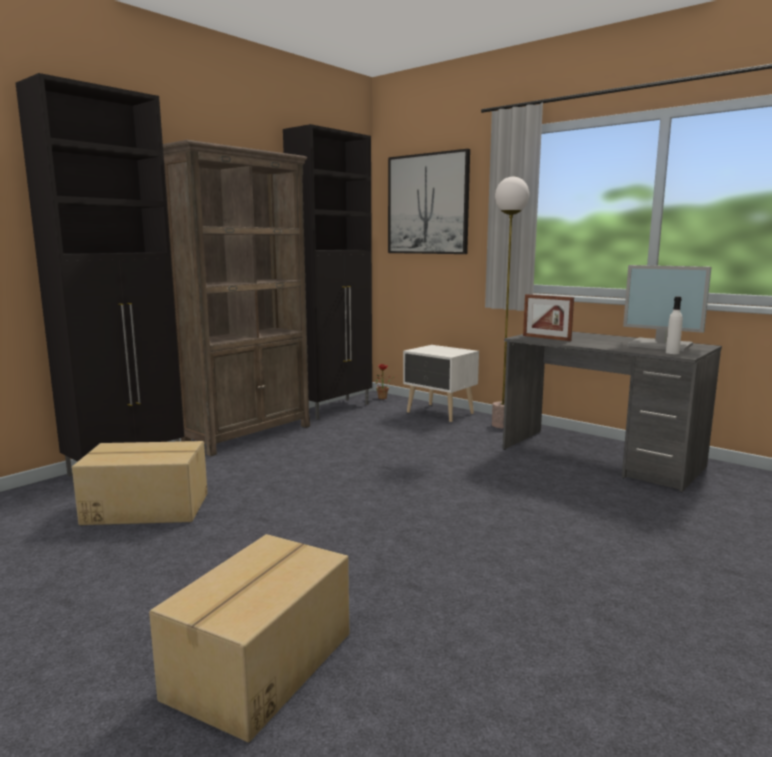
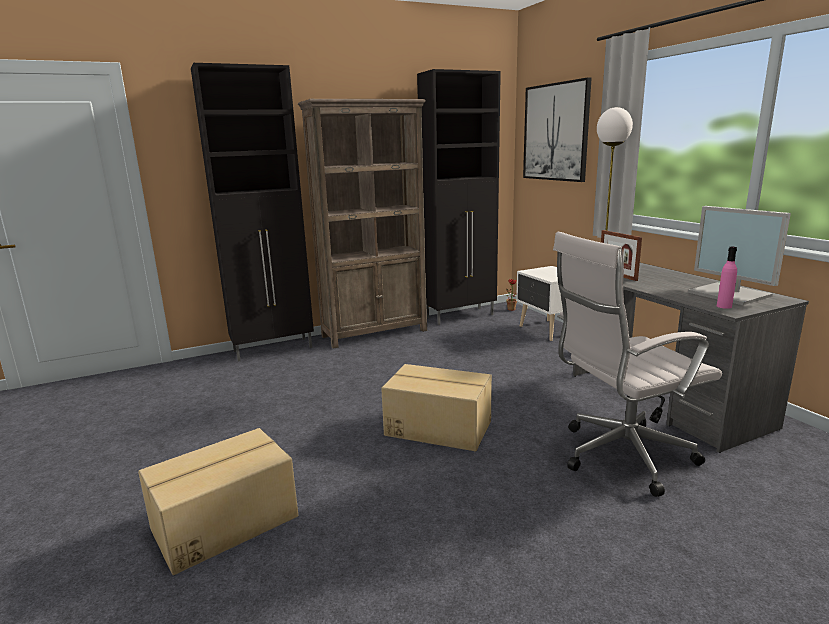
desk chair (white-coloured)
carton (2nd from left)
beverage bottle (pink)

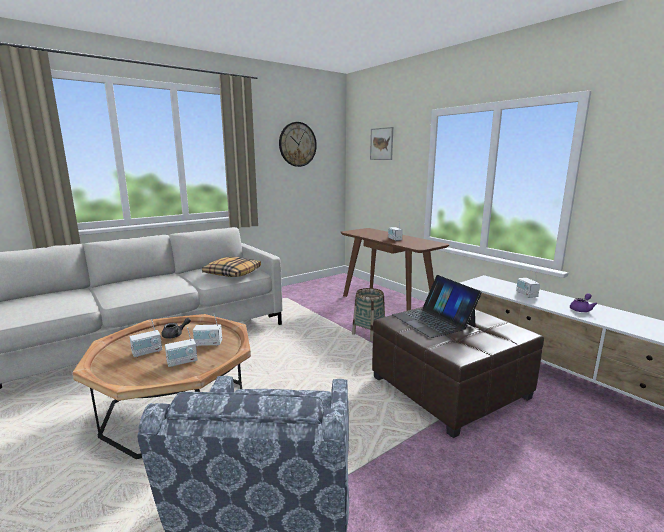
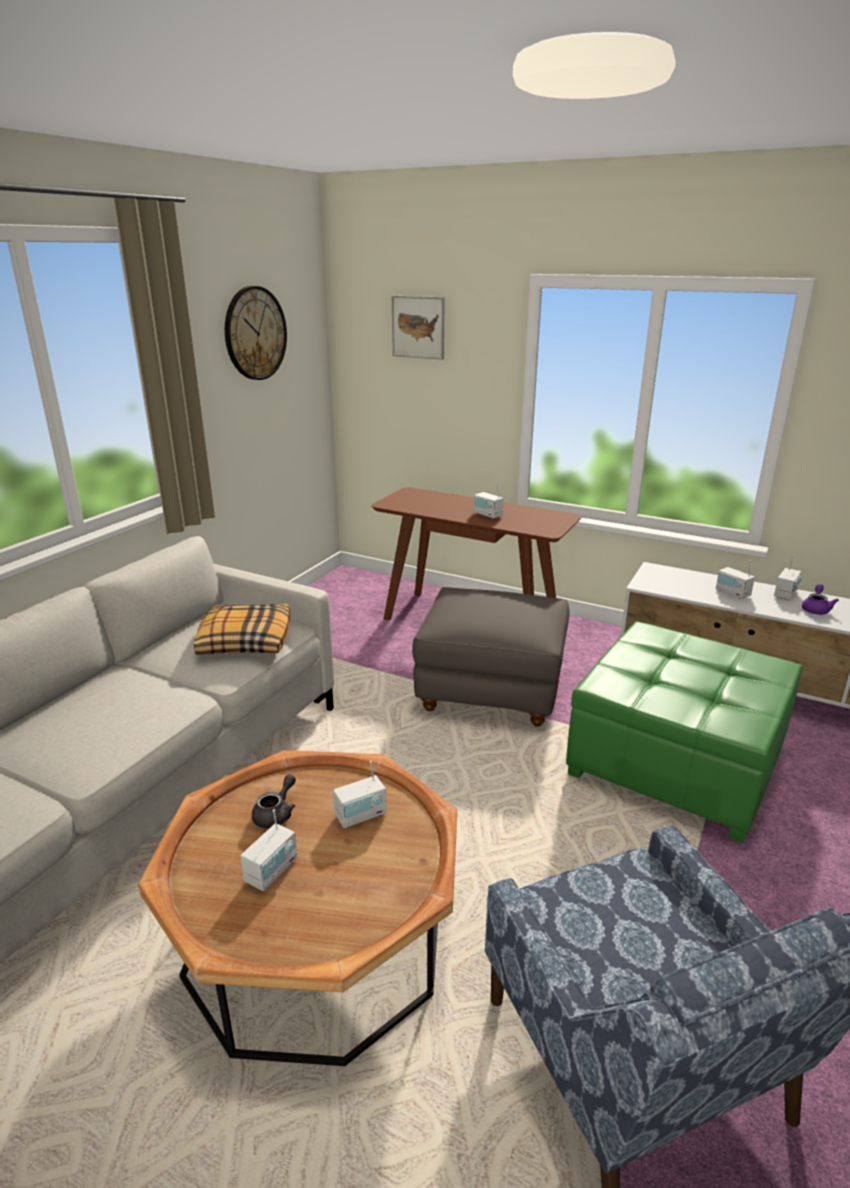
portable computer
radio receiver (5th from left)
ottoman (gray)
ottoman (greenish)

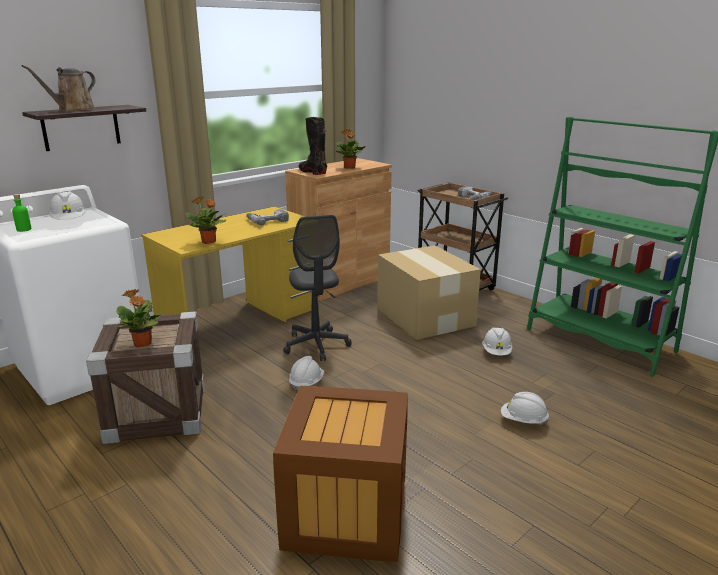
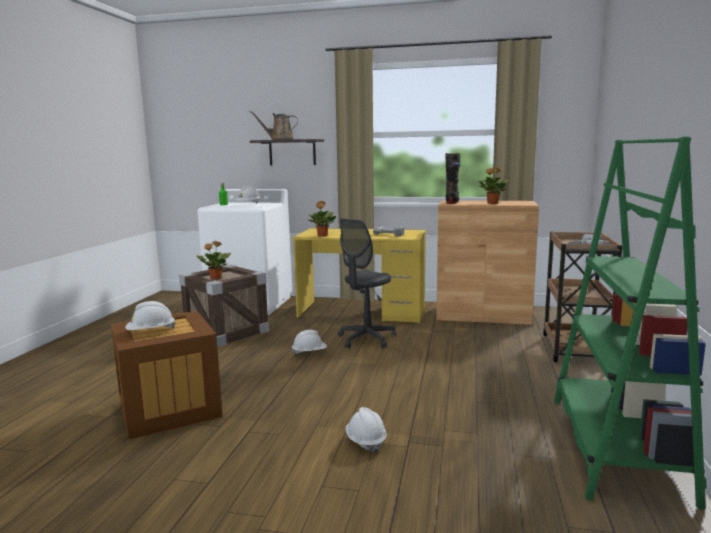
carton
hard hat (white-coloured) (1st from left)

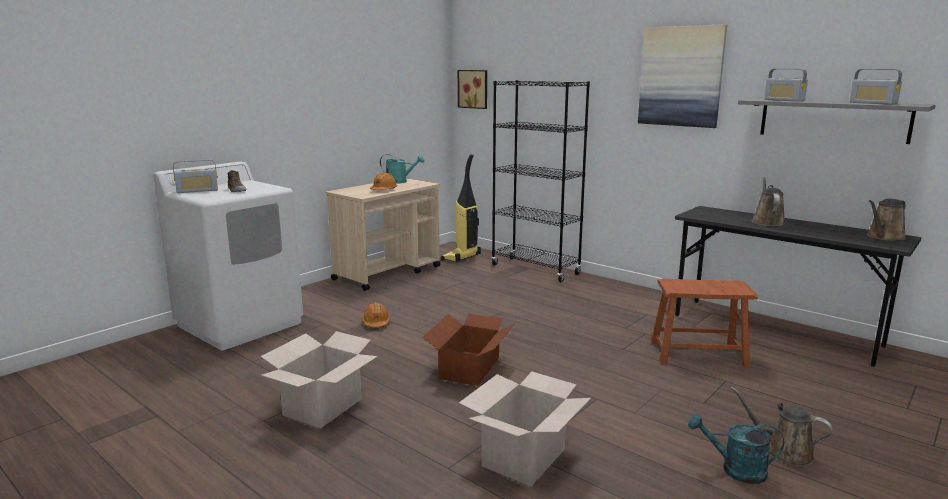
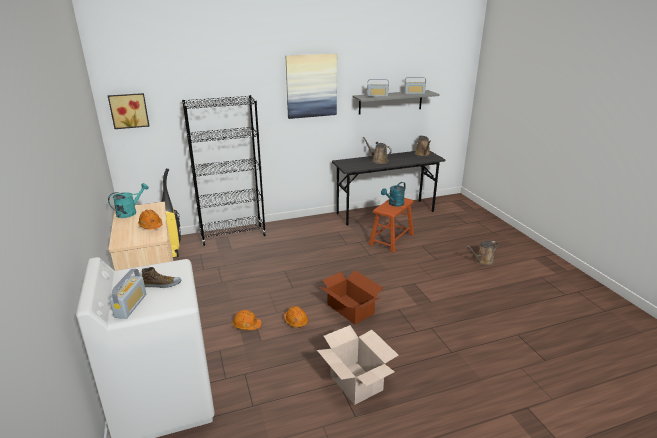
carton (3rd from left in the first image)
hard hat (orangey) (3rd from left)
watering can (turquoise) (2nd from left)

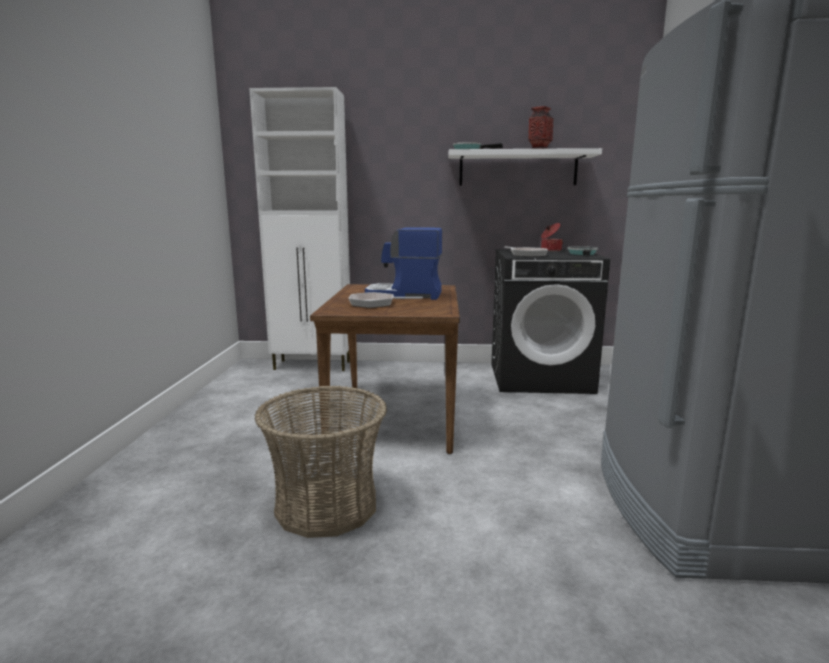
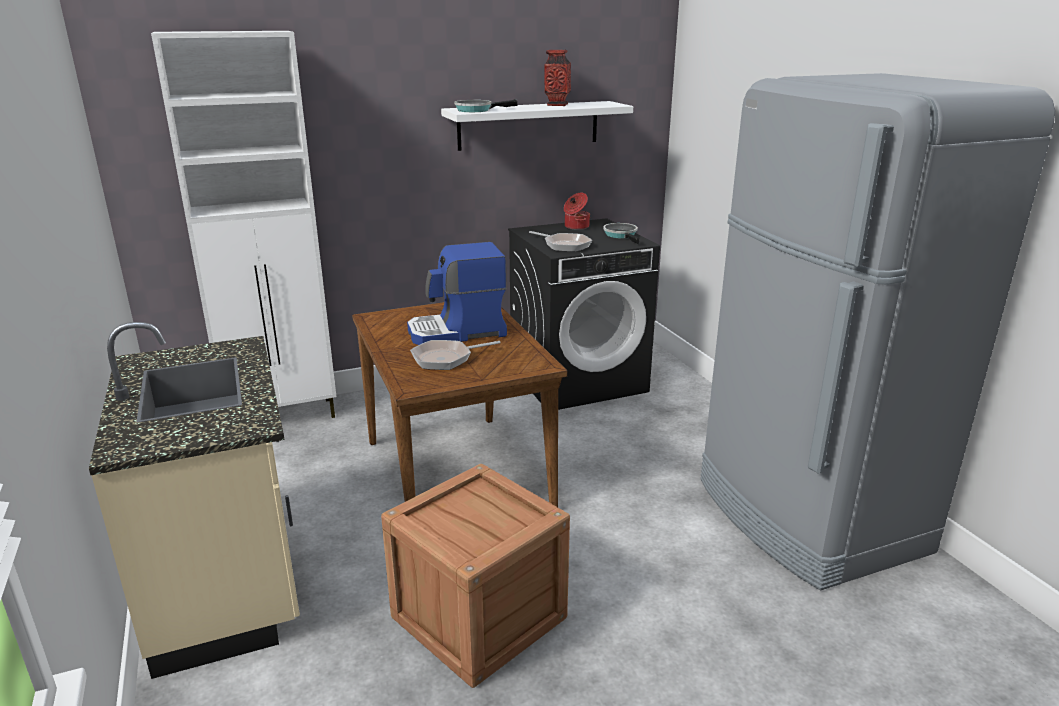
kitchen counter (beige-coloured)
shipping crate

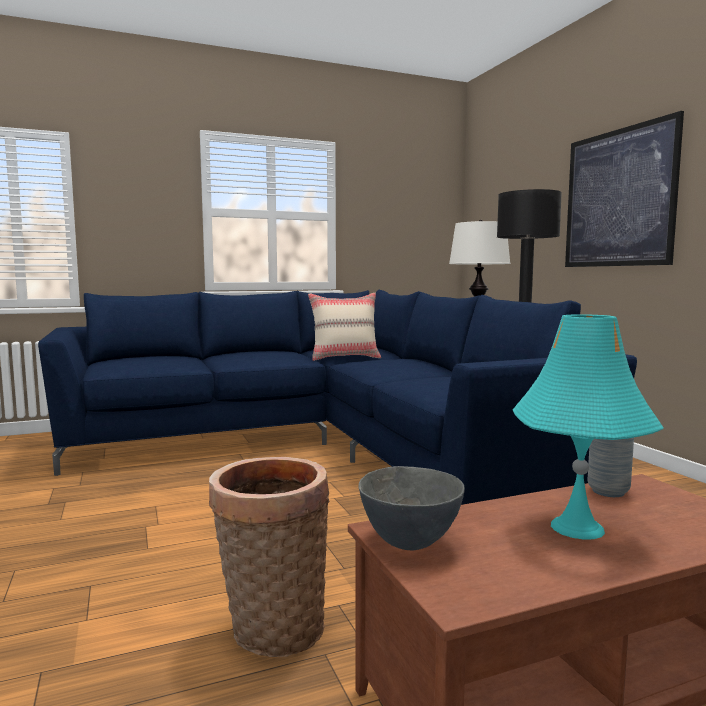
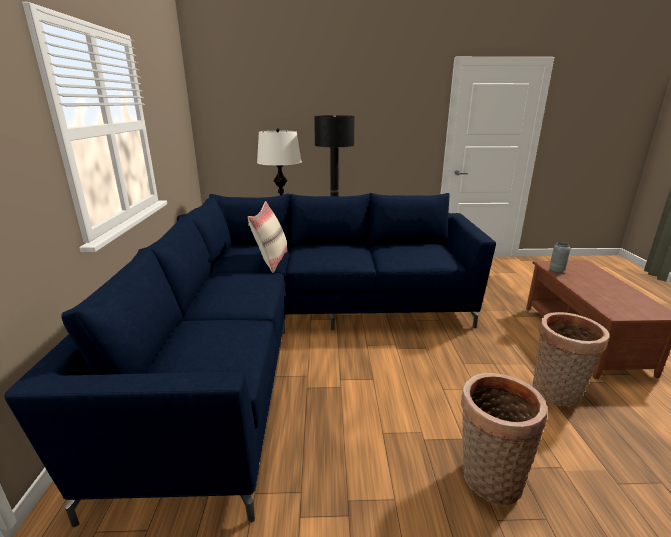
serving bowl (gray)
table lamp (turquoise)
wall picture
storage basket (1st from left)

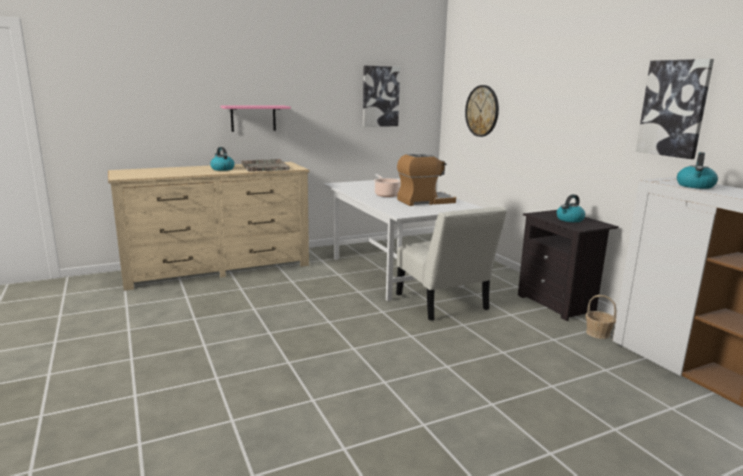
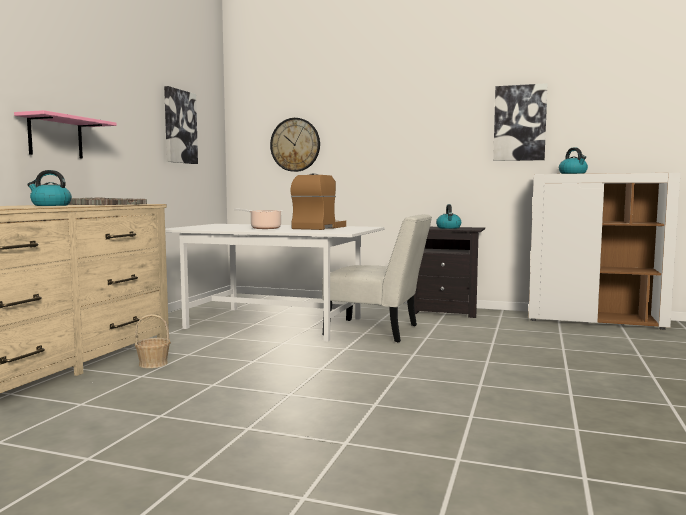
storage basket

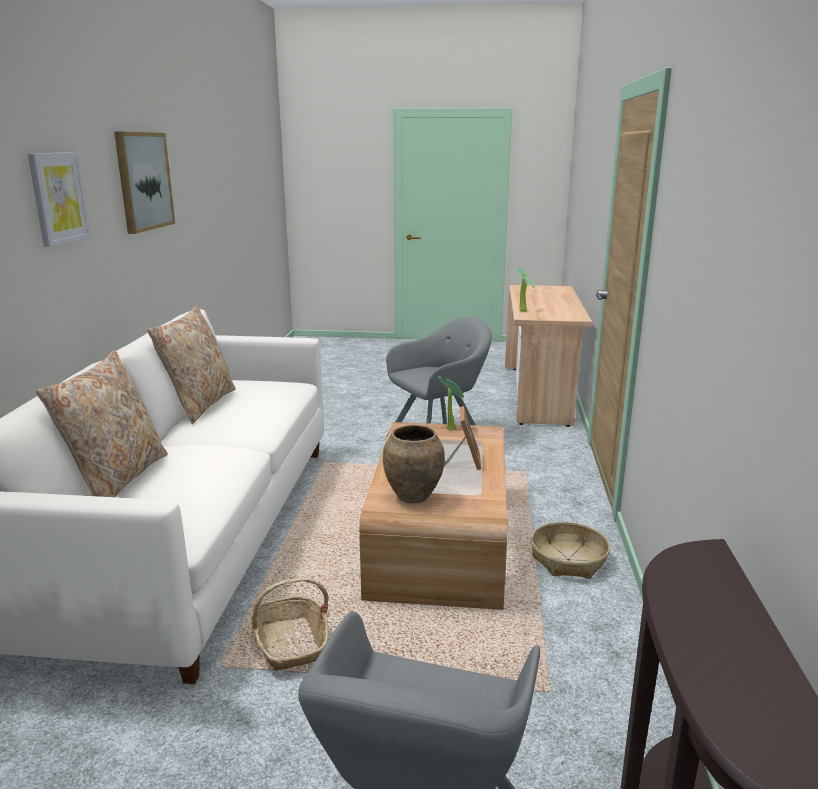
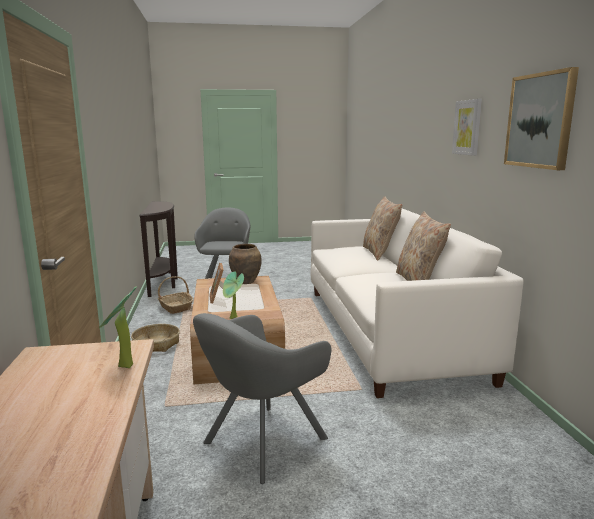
storage basket (2nd from left)

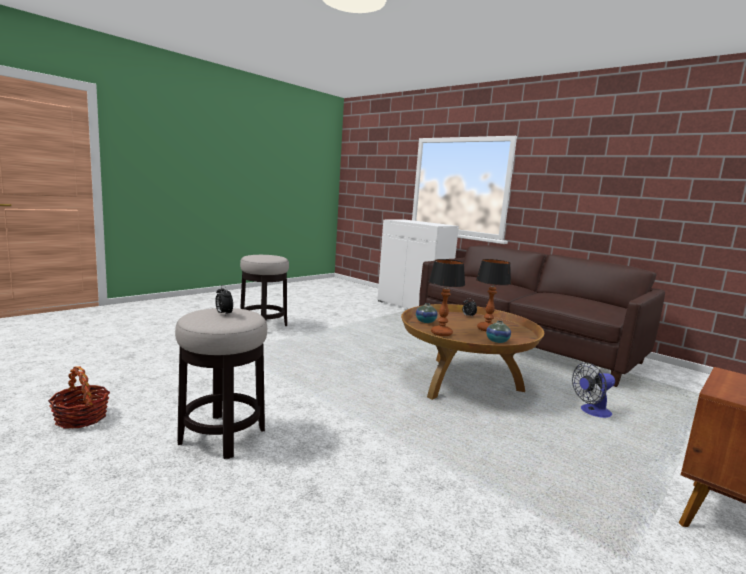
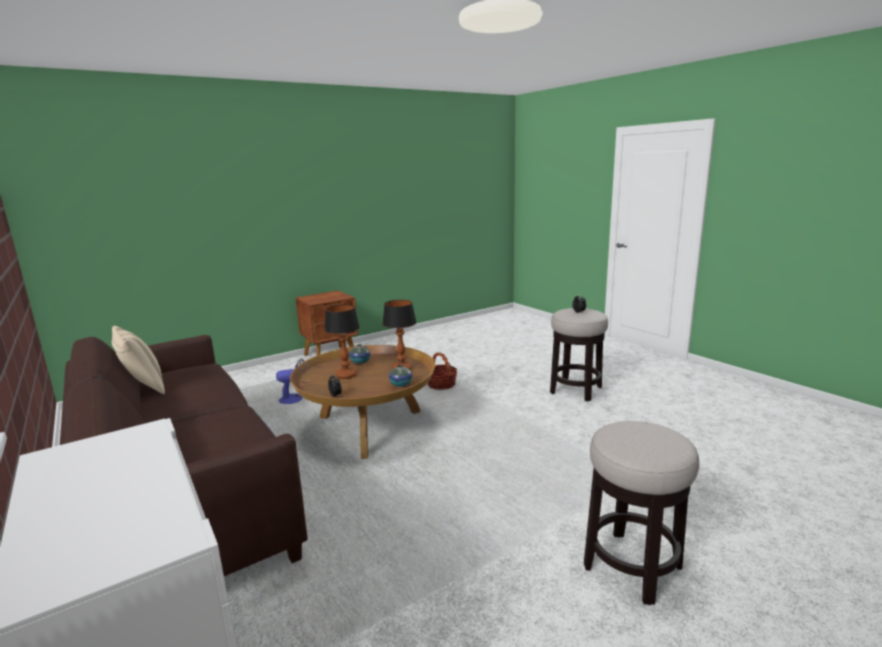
throw pillow (beige-coloured)
storage basket

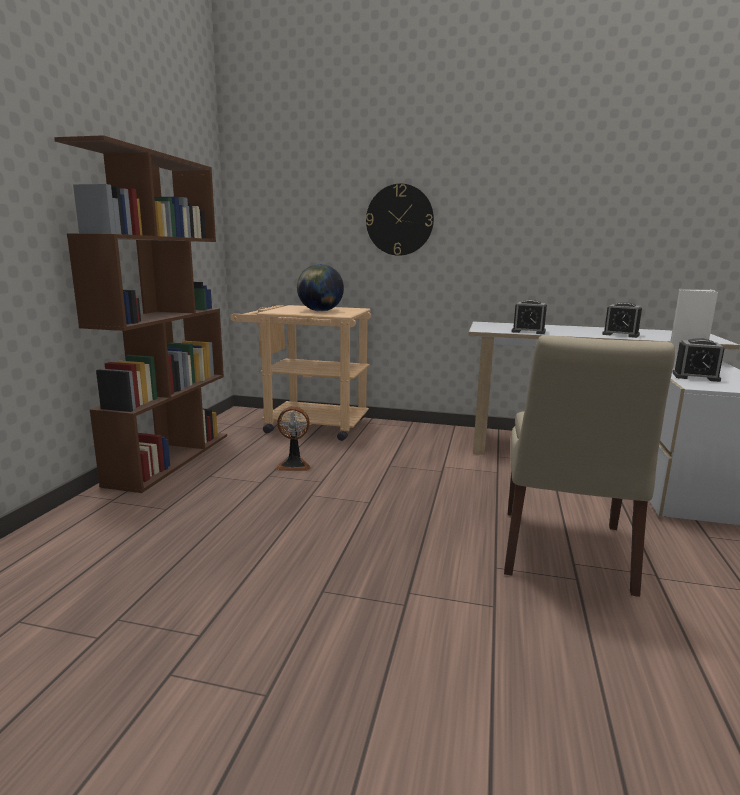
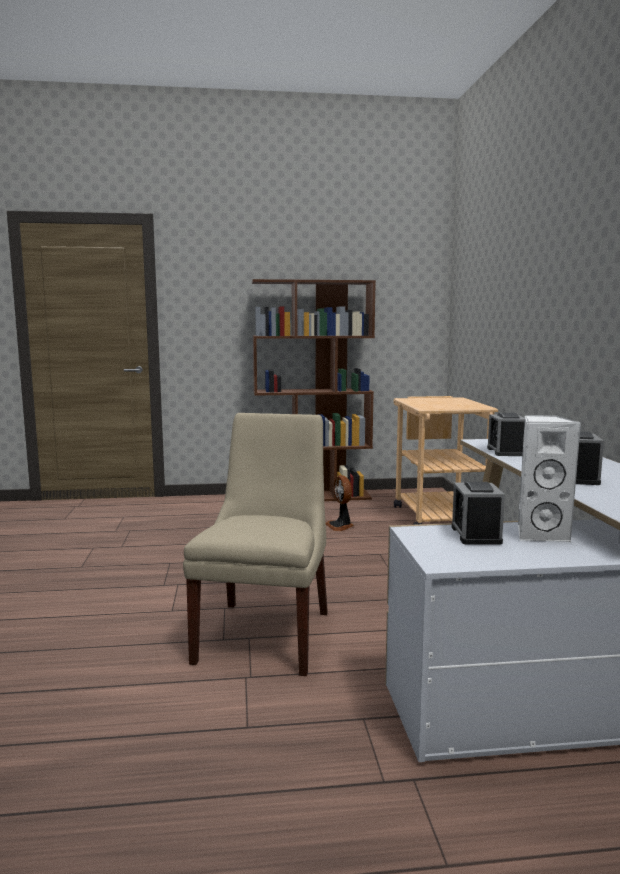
world globe
hanging clock
plain chair (beige-coloured)

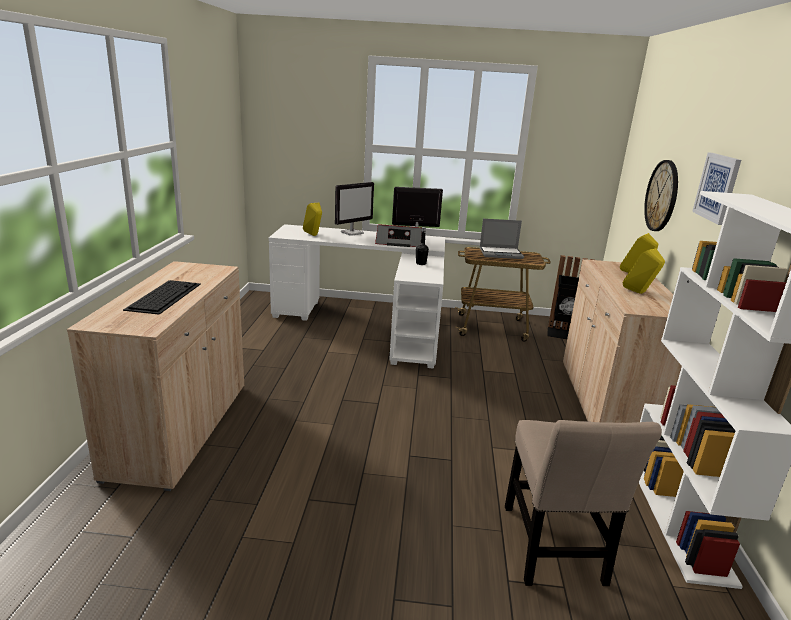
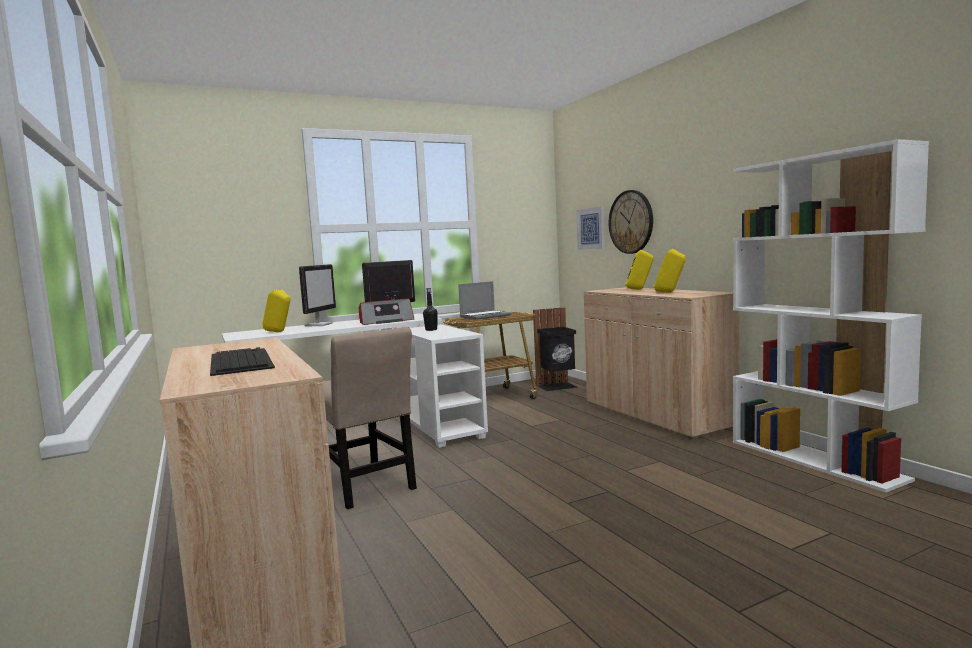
plain chair (beige-coloured)
wall picture

